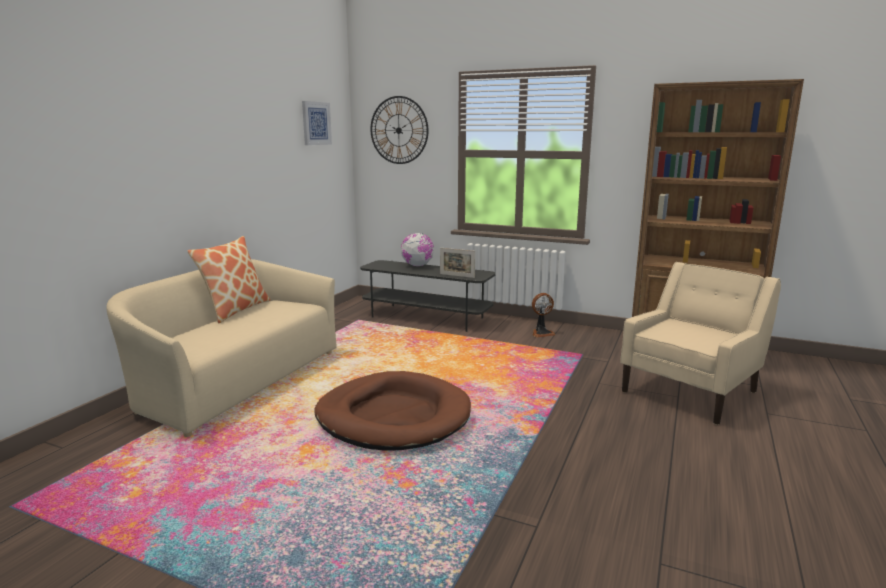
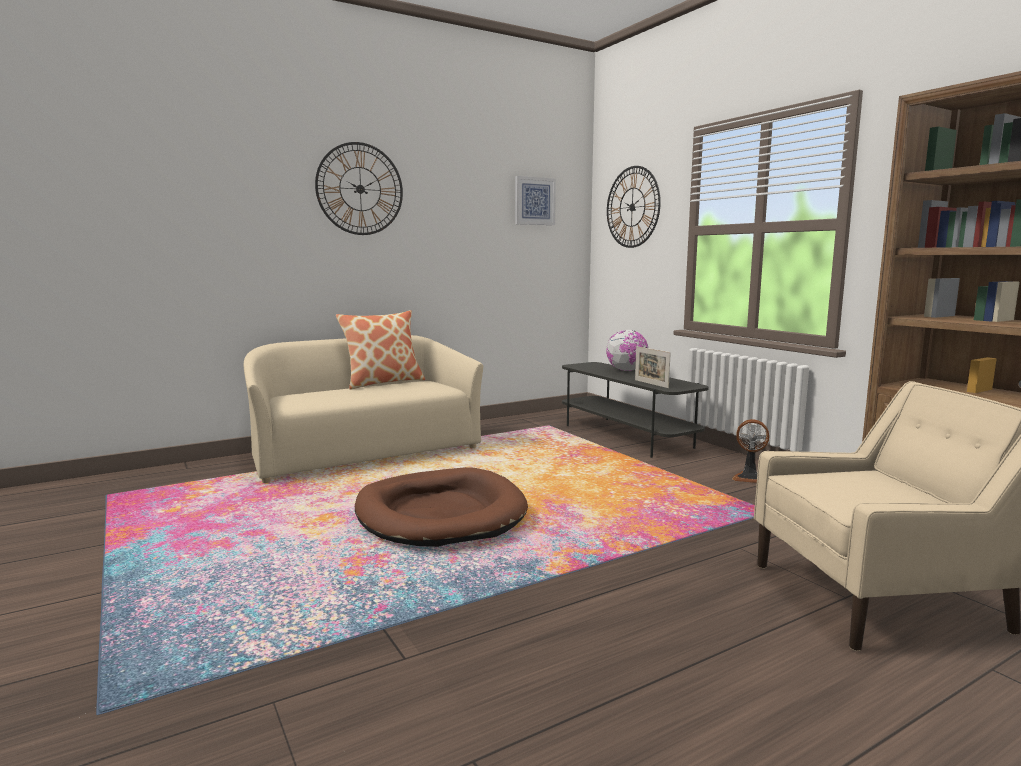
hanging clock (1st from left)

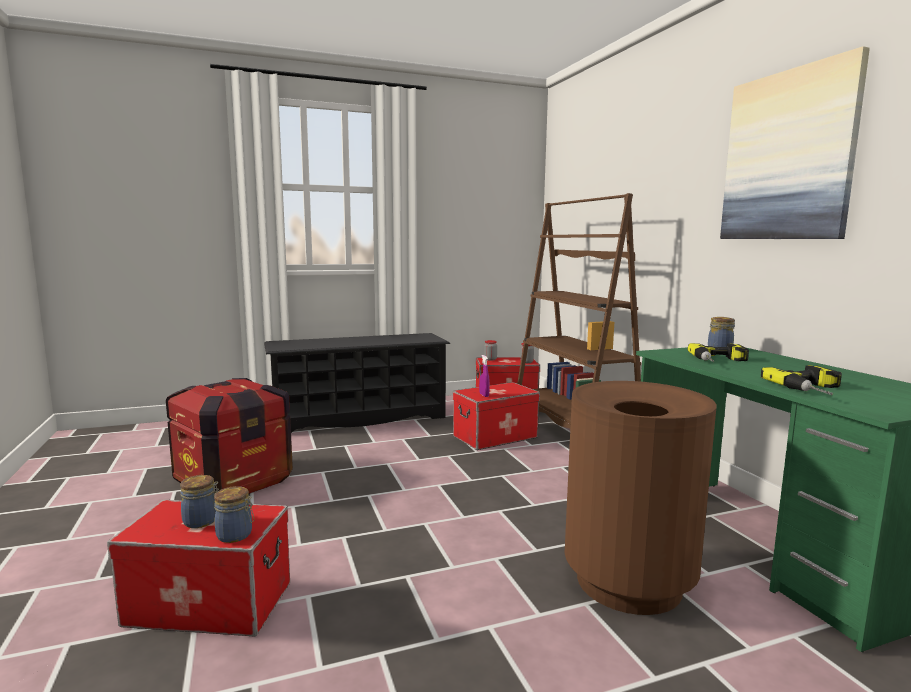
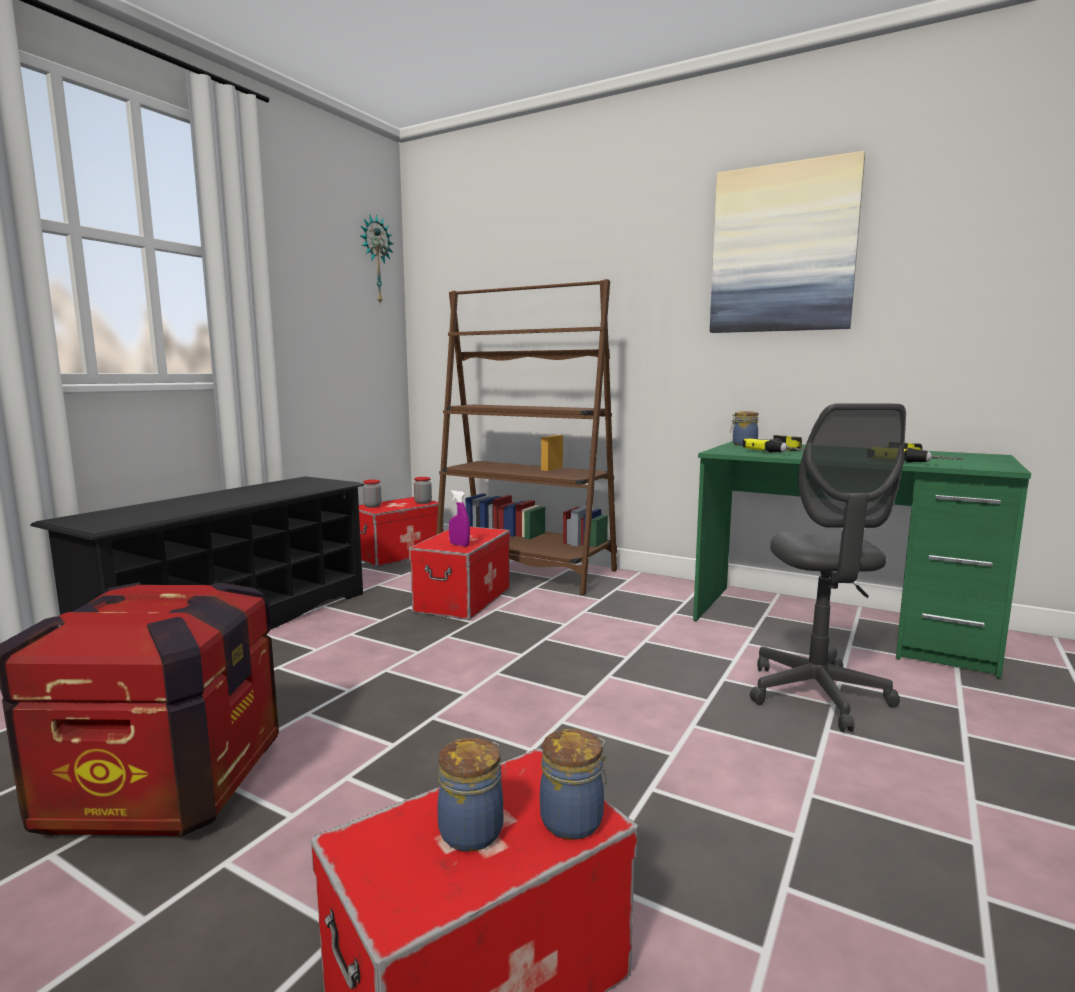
hanging clock
desk chair (gray)

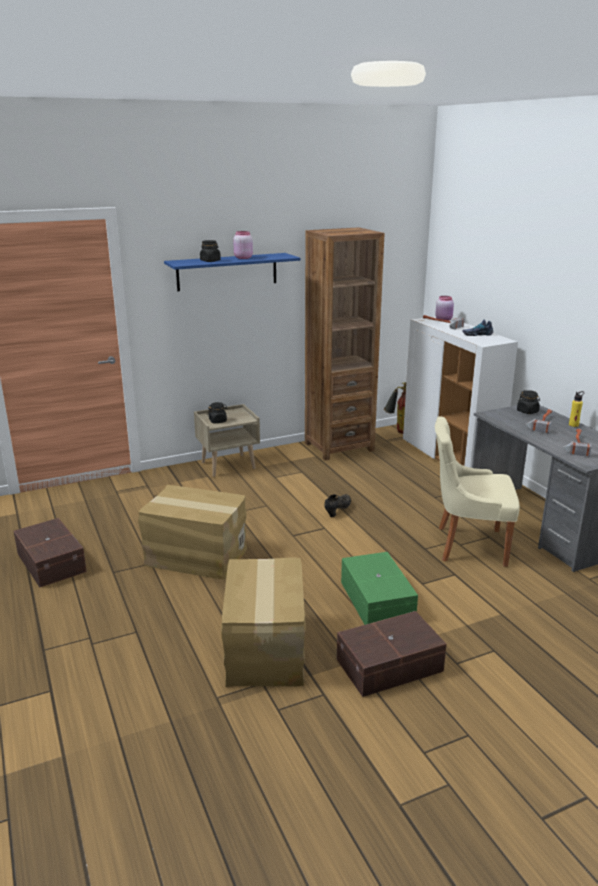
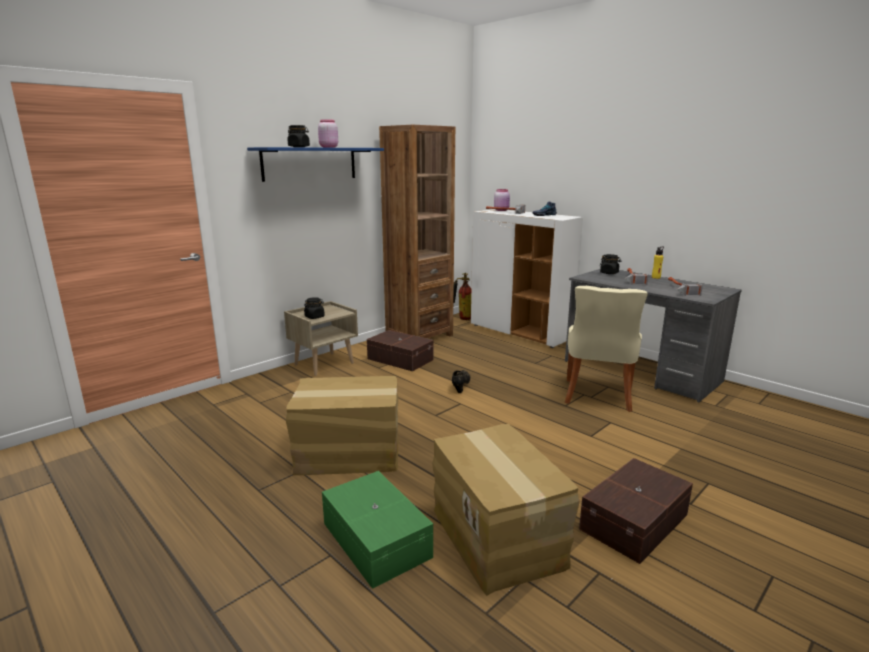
storage box (brown) (1st from left)
storage box (greenish)
plain chair (beige-coloured)

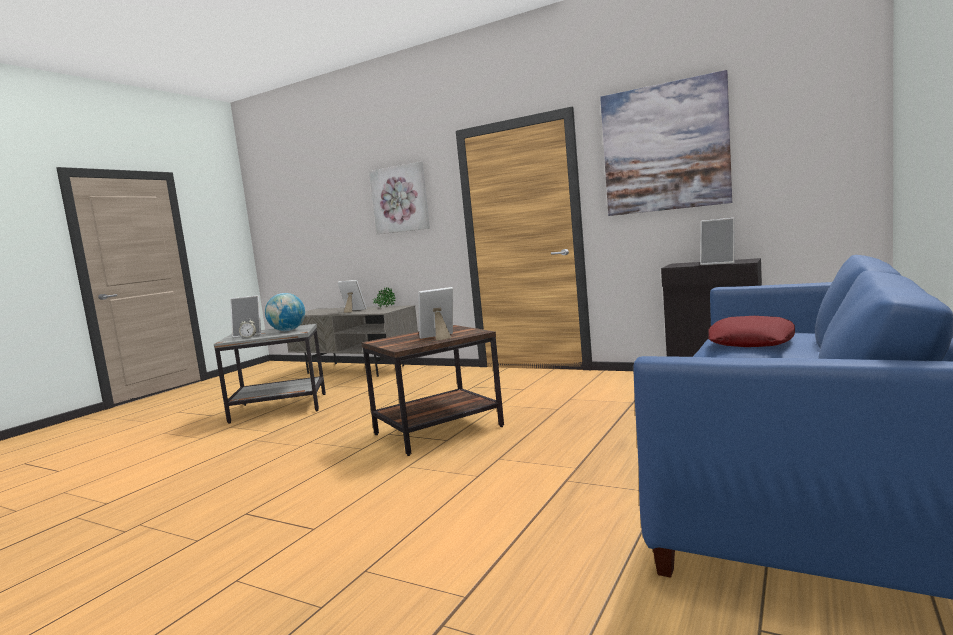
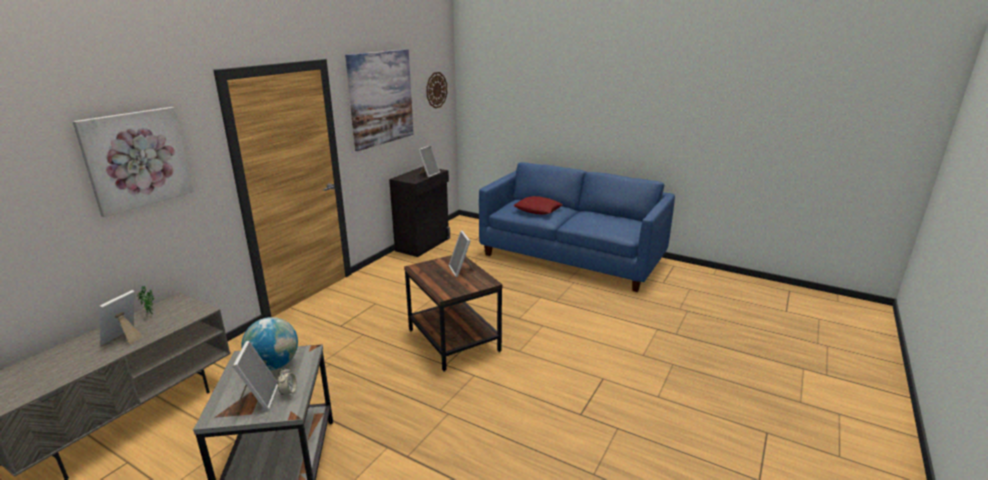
hanging clock

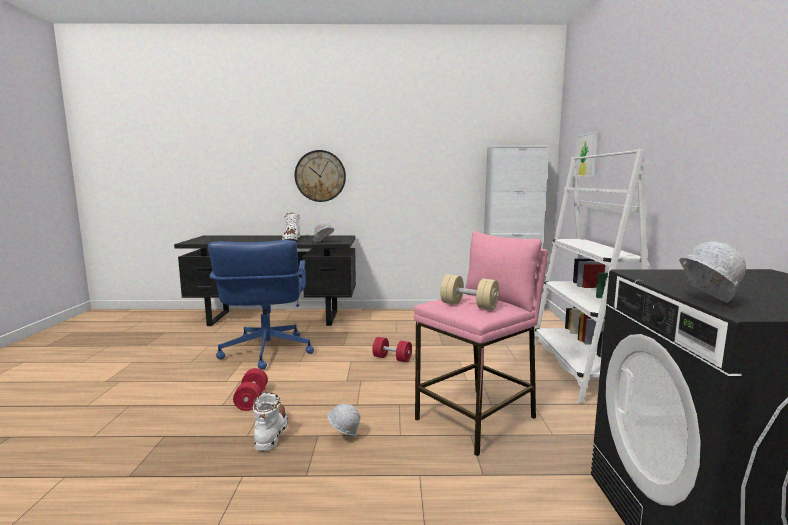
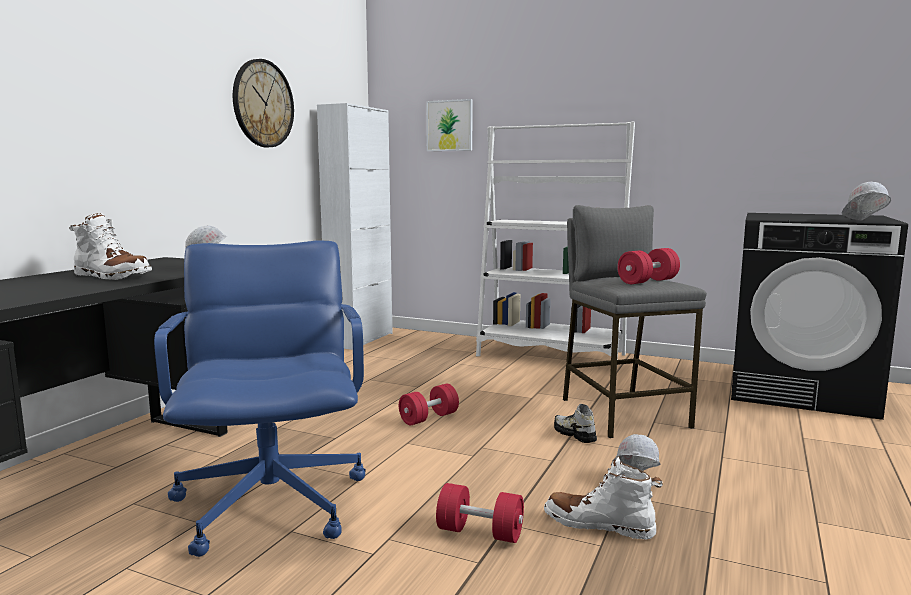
low shoe
hanging clock
stool (gray)
hand weight (red-coloured) (3rd from left)
desk chair (blue-coloured)

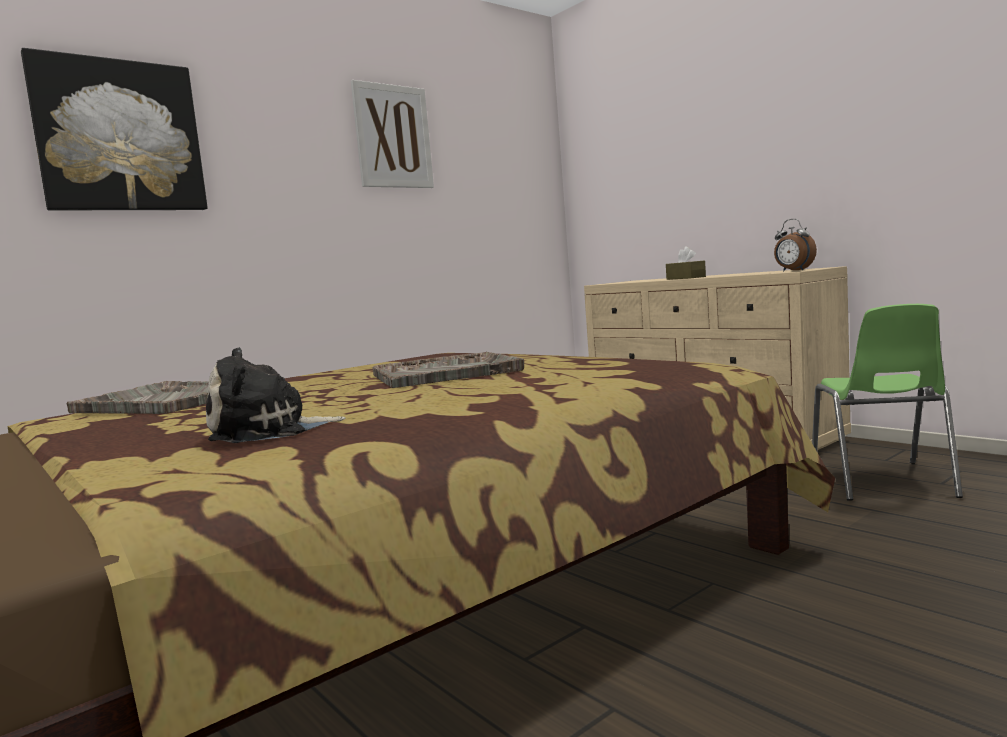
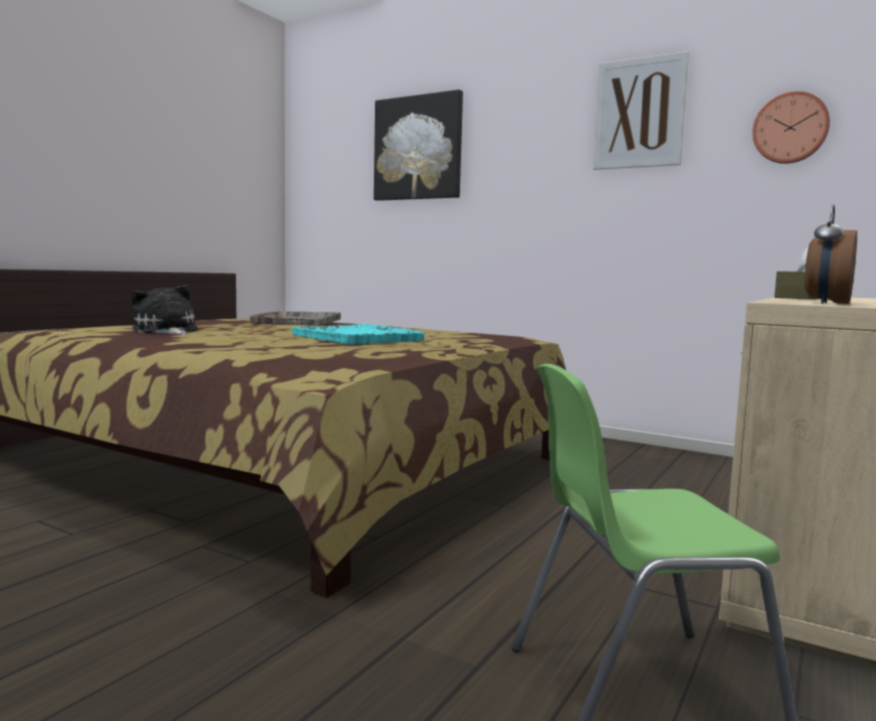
hanging clock
carrying tray (turquoise)

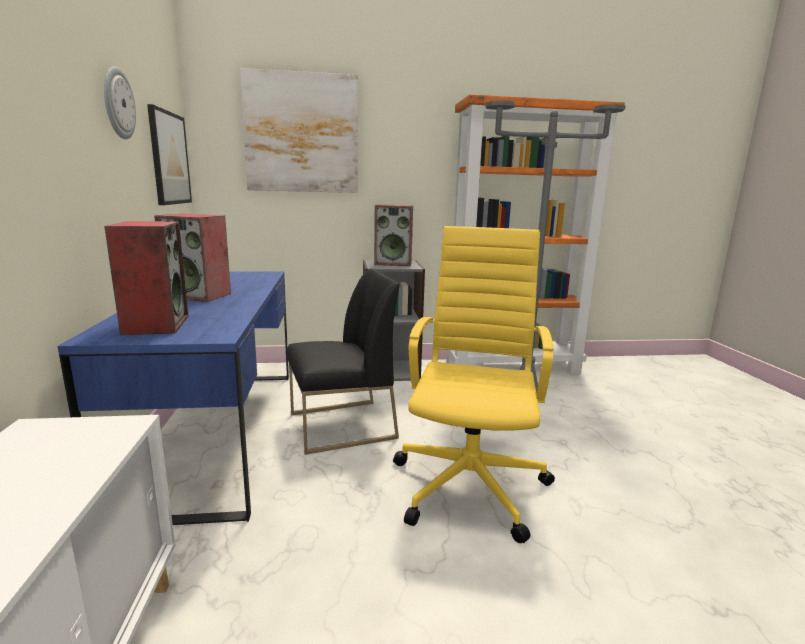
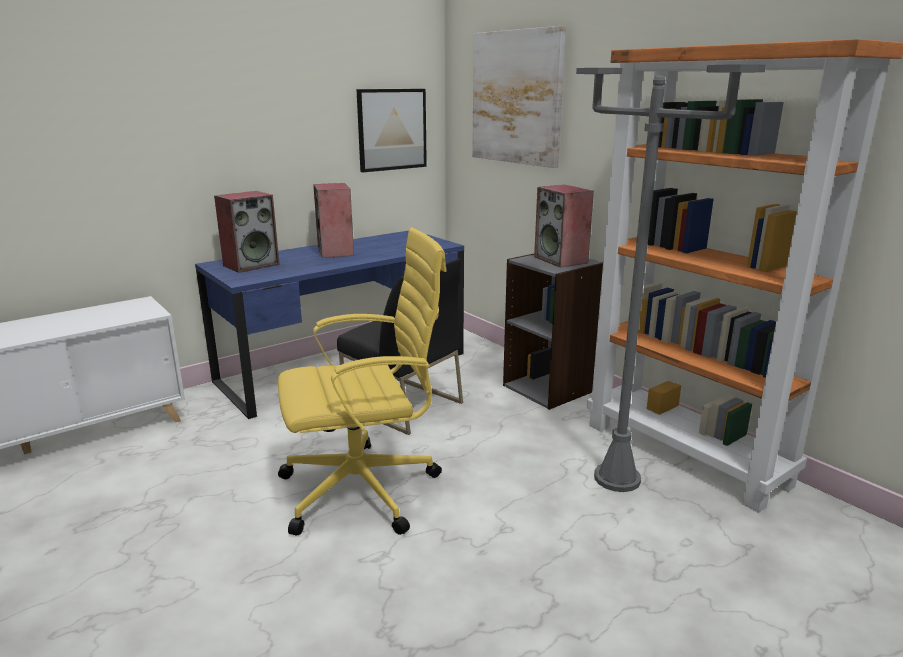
hanging clock

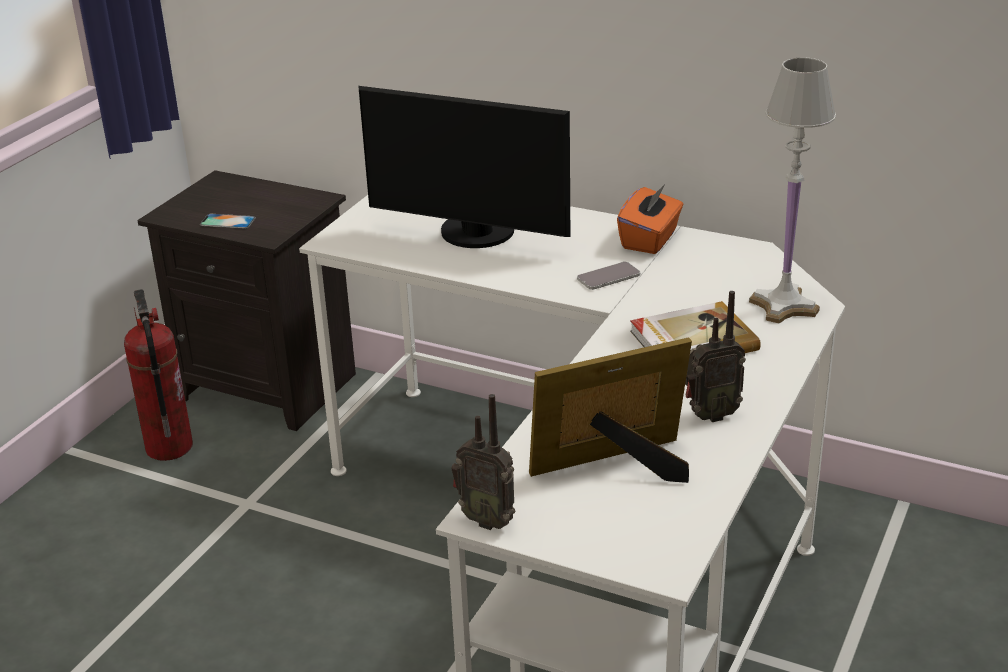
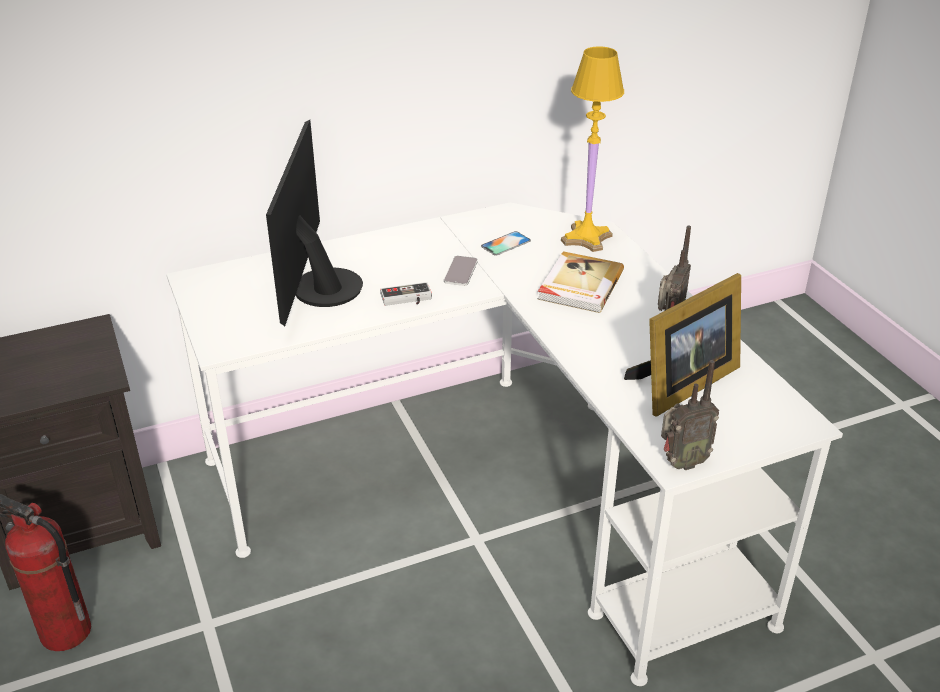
box of tissues (orangey)
game controller
telephone (2nd from left)
table lamp (yellowish)
computer screen
picture frame

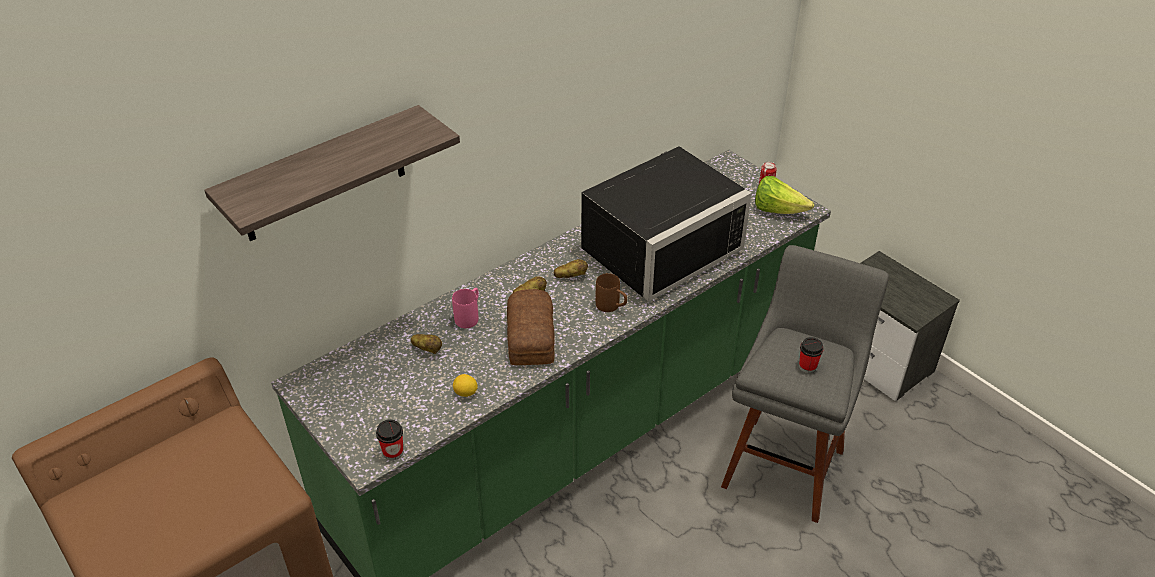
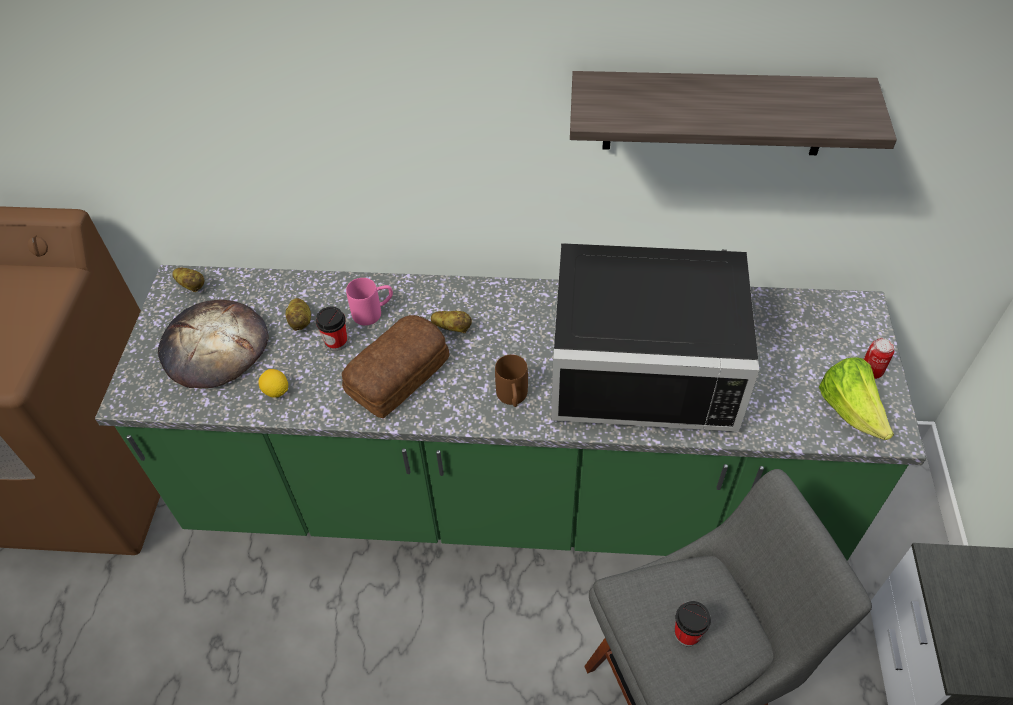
baked bread (1st from left)
shelf
drinking cup (1st from left)
potato (1st from left)

